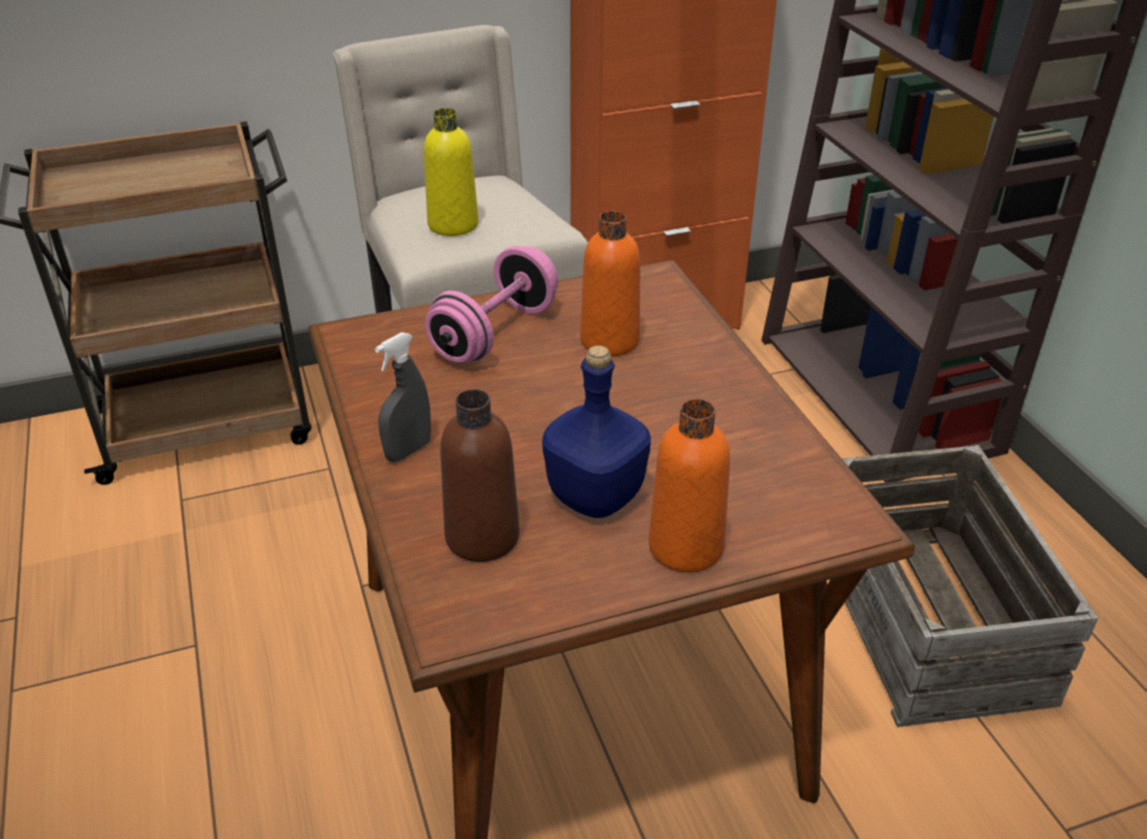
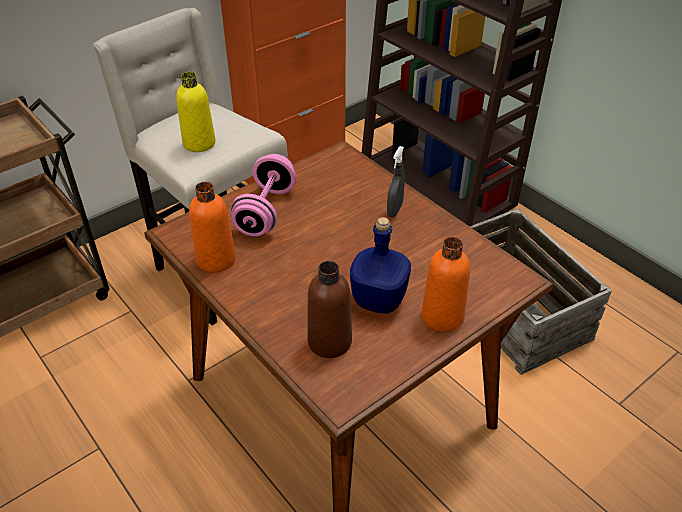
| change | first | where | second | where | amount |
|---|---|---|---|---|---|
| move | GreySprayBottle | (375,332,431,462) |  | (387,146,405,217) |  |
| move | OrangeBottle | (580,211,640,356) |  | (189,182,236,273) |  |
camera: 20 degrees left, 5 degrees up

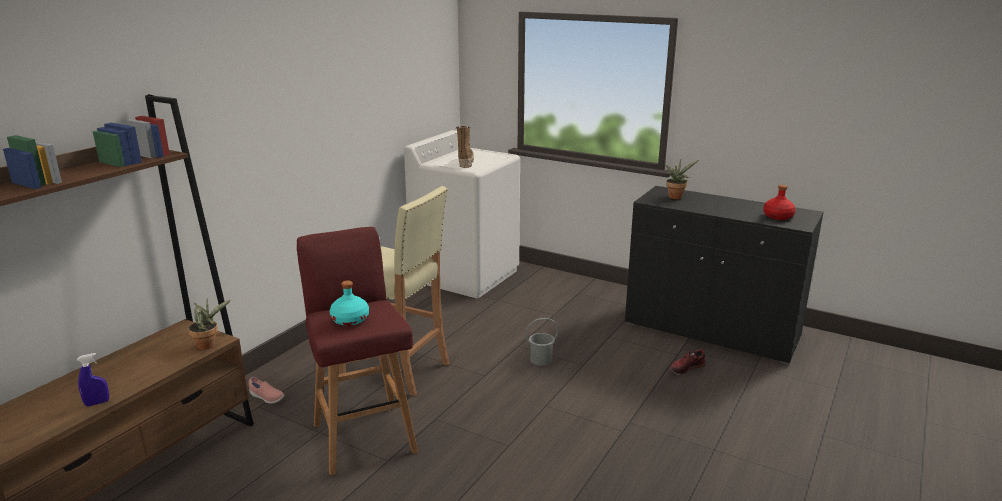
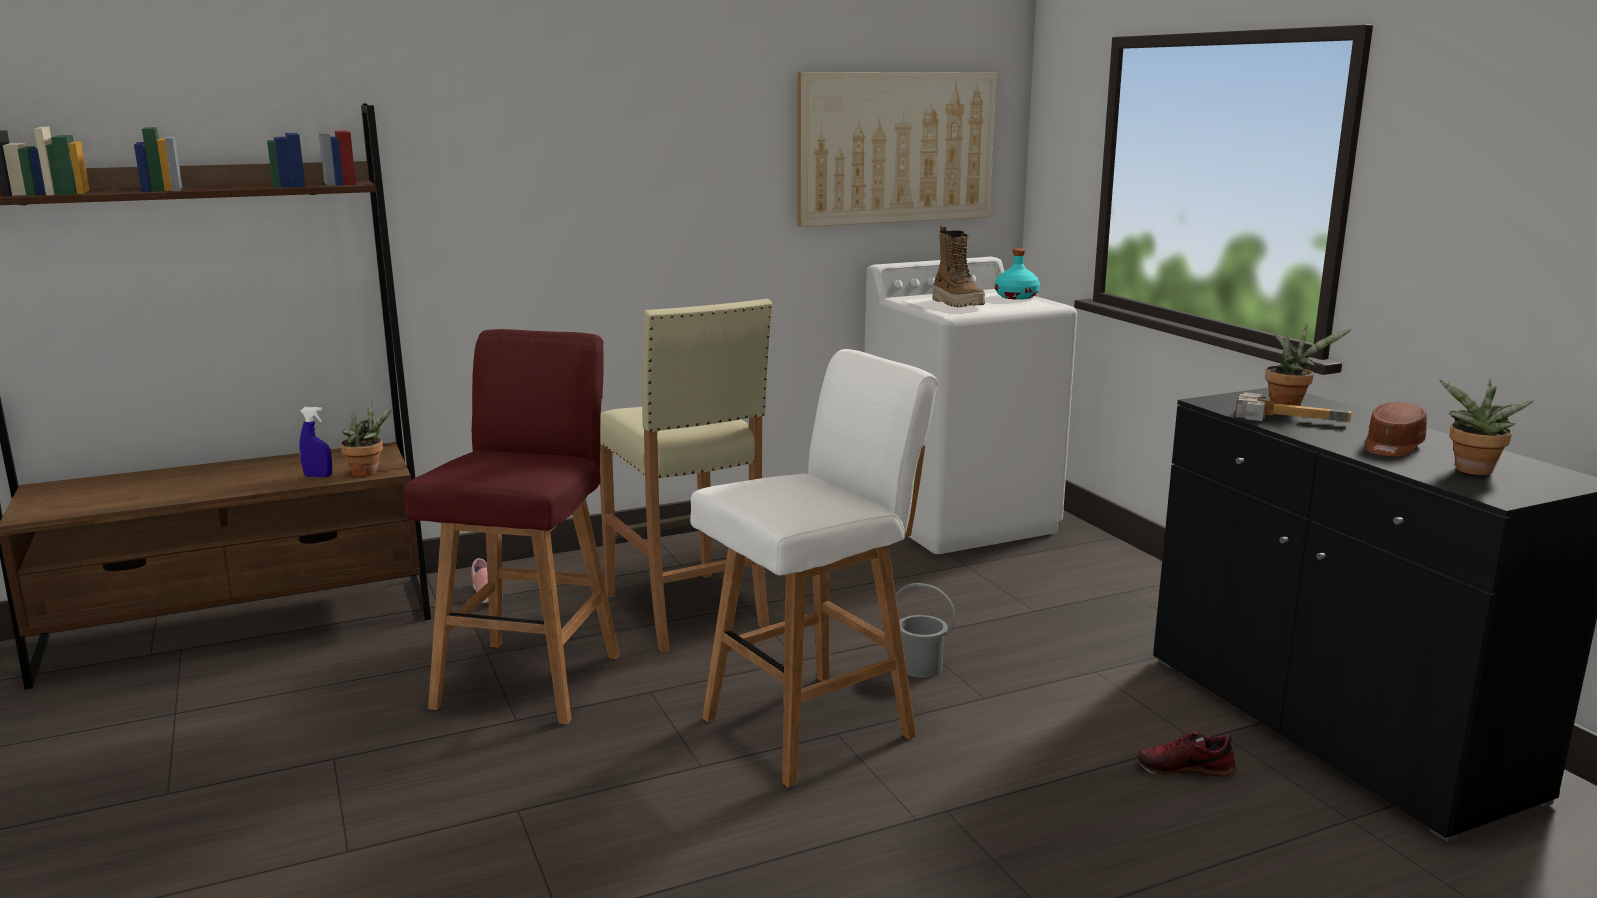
| change | first | where | second | where | amount |
|---|---|---|---|---|---|
| move | BlueSprayBottle | (77,353,109,406) |  | (299,407,332,477) |  |
| move | TurquoiseBottle | (330,280,369,326) |  | (995,248,1040,300) |  |
| rotate | Boot | (456,126,474,168) |  | (932,226,985,307) | 120 degrees clockwise |
| replace | RedBottle | (763,185,796,220) | PottedPlant | (1439,379,1534,475) |  |
| insert |  |  | WhiteStool | (690,349,938,787) |  |
| insert |  |  | Picture | (798,72,997,227) |  |
| insert |  |  | Hammer | (1235,392,1351,422) |  |
| insert |  |  | BrownCap | (1365,402,1427,457) |  |
camera: 35 degrees right, 5 degrees down

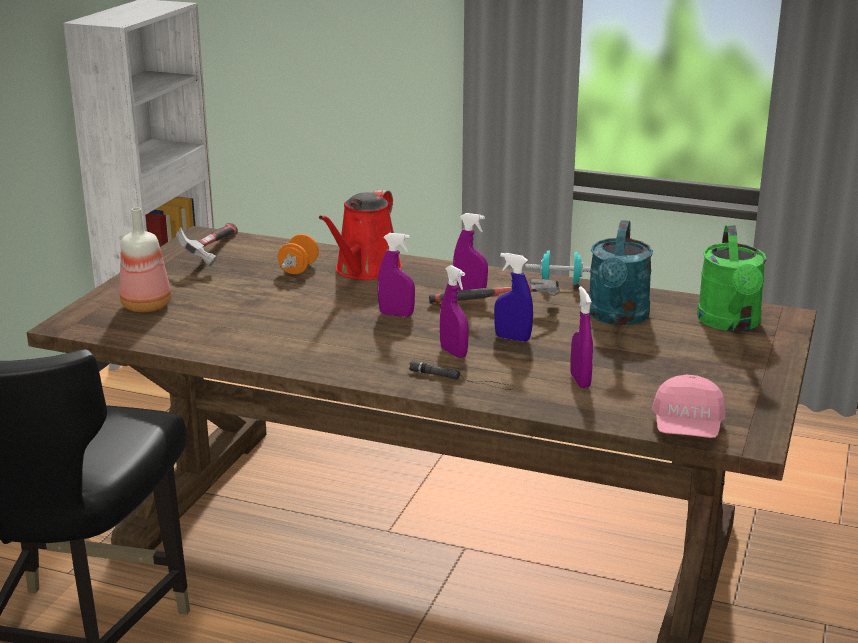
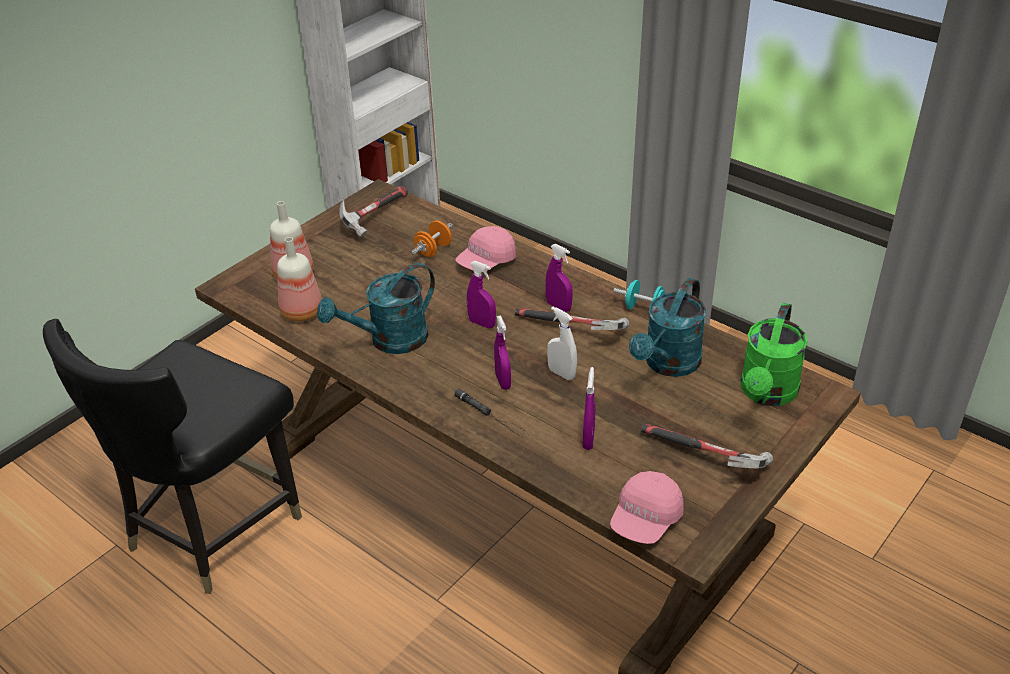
| change | first | where | second | where | amount |
|---|---|---|---|---|---|
| replace | RedWateringCan | (319,190,402,280) | PinkCap | (455,226,516,271) |  |
| recolor | BlueSprayBottle | (494,253,533,342) | WhiteSprayBottle | (547,306,577,380) |  |
| insert |  |  | Bottle | (277,237,322,322) |  |
| insert |  |  | TurquoiseWateringCan | (317,263,435,354) |  |
| insert |  |  | Hammer | (641,423,773,468) |  |
camera: 20 degrees right, 15 degrees up

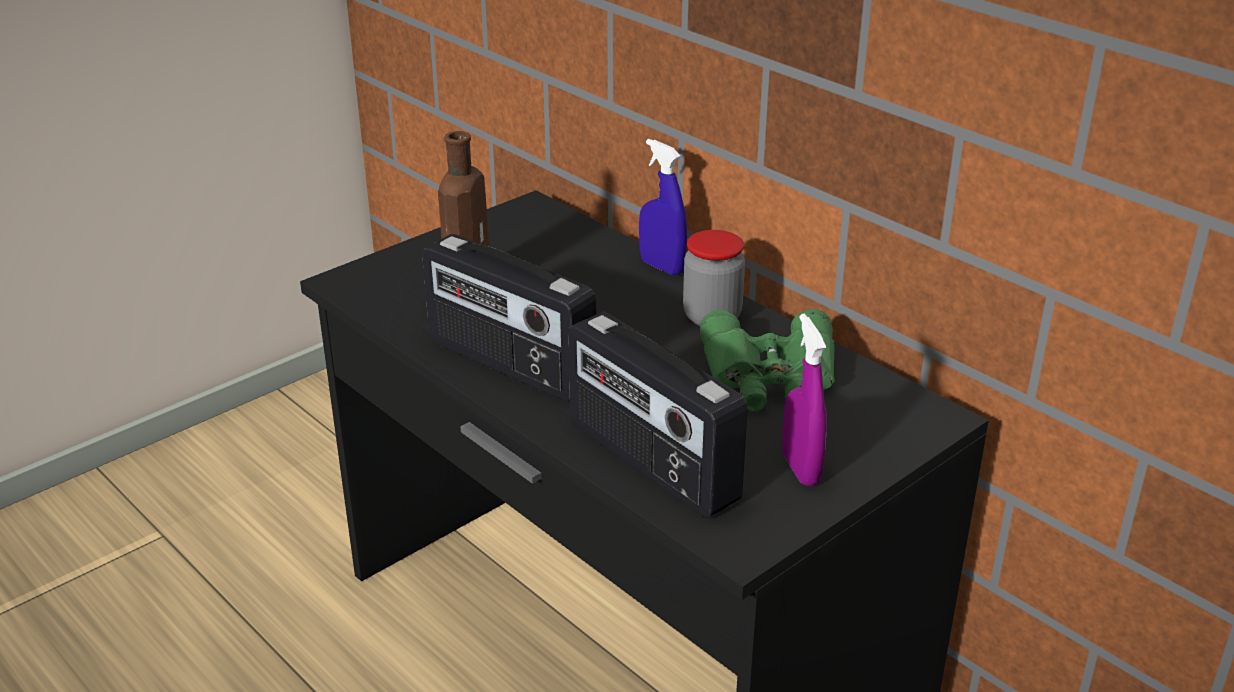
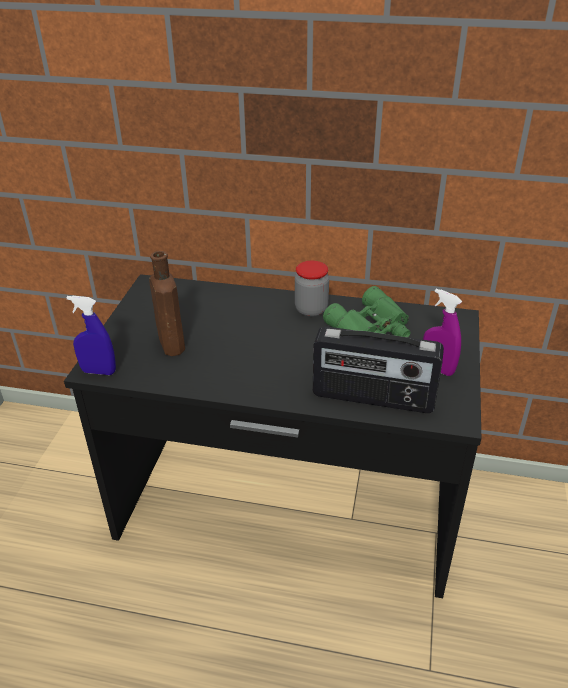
| change | first | where | second | where | amount |
|---|---|---|---|---|---|
| delete | Radio | (422,234,596,402) |  |  |  |
| move | BlueSprayBottle | (639,139,687,276) |  | (67,295,116,375) |  |
camera: 35 degrees left, 5 degrees up

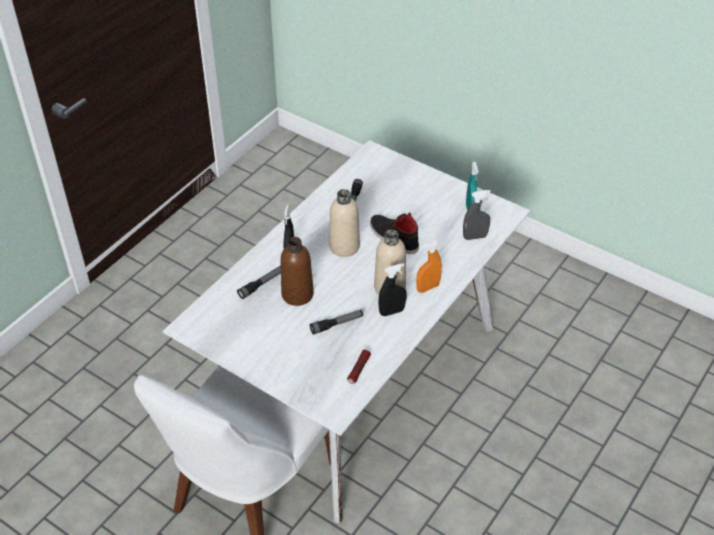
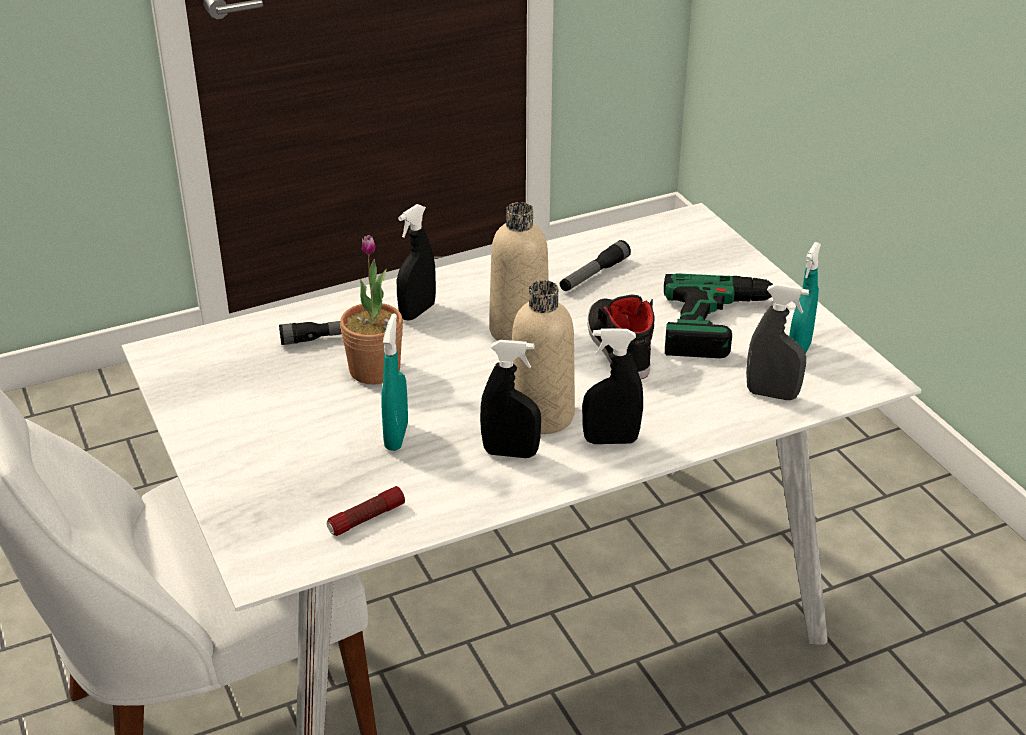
| change | first | where | second | where | amount |
|---|---|---|---|---|---|
| replace | BrownBottle | (280,237,314,306) | PottedPlant | (340,235,403,385) |  |
| replace | Flashlight | (310,310,363,335) | TurquoiseSprayBottle | (382,313,408,451) |  |
| recolor | OrangeSprayBottle | (416,240,442,293) | BlackSprayBottle | (582,329,643,444) |  |
| insert |  |  | PowerDrill | (664,273,773,358) |  |
camera: 30 degrees right, 10 degrees down

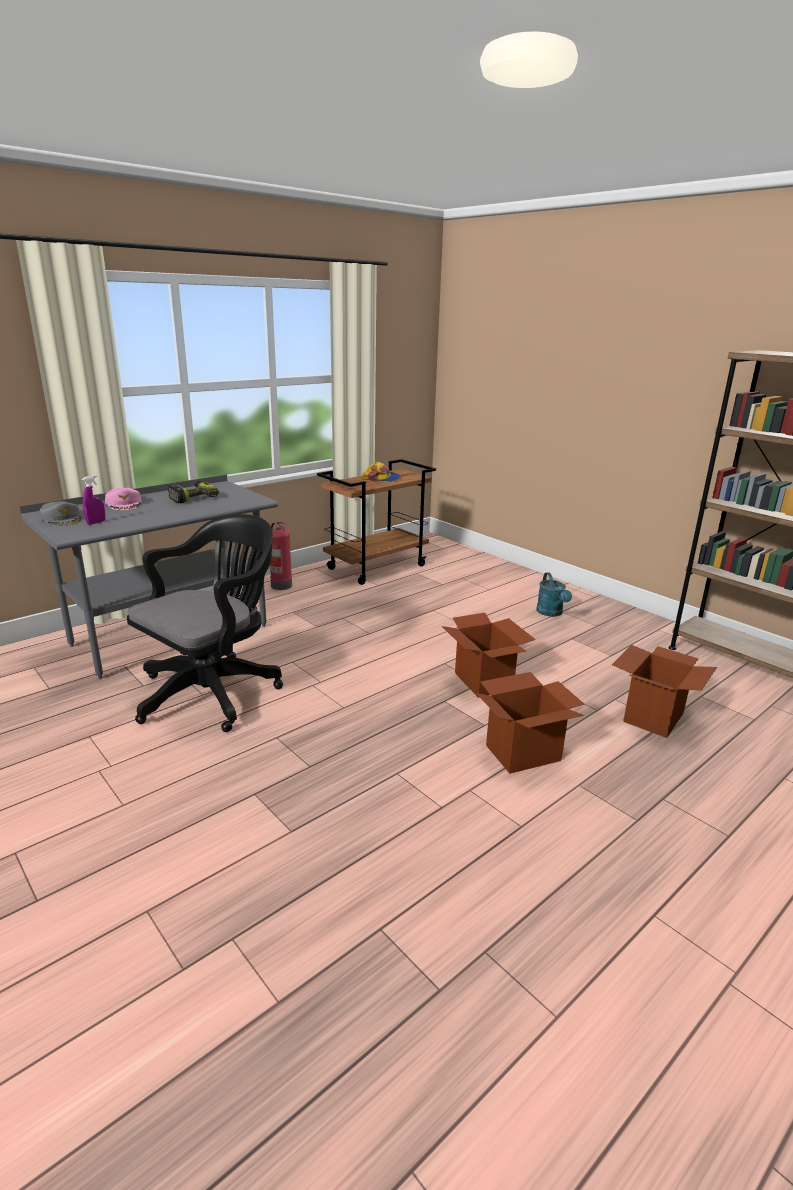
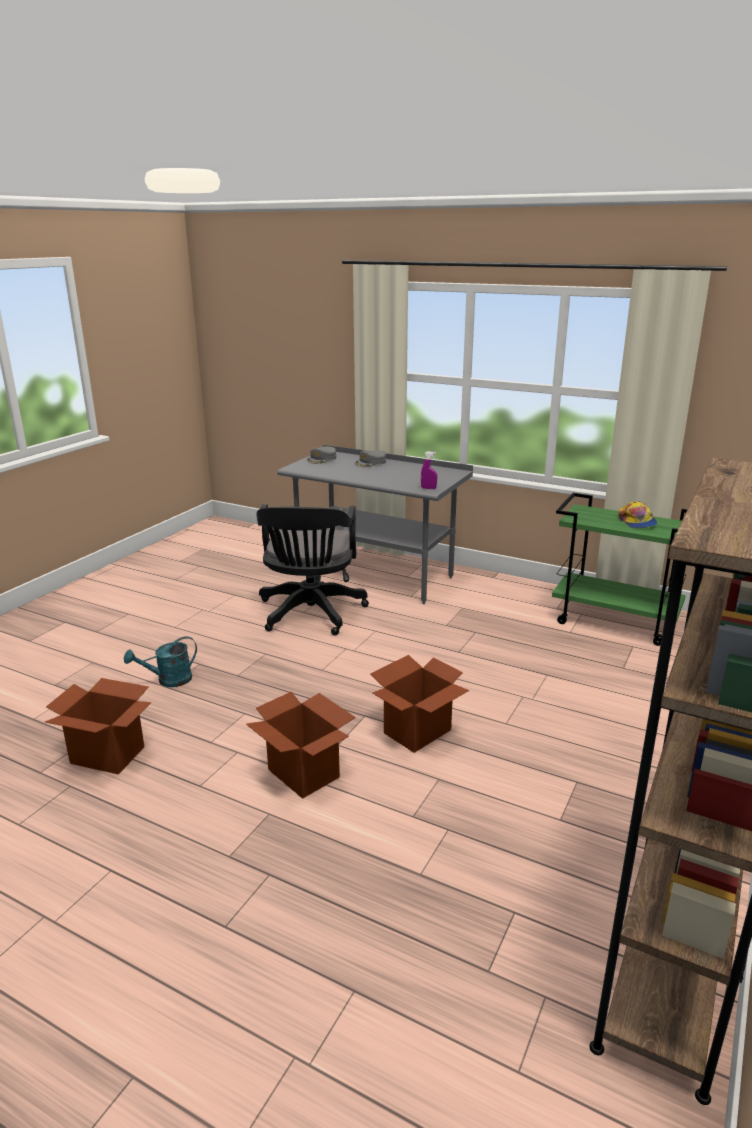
| change | first | where | second | where | amount |
|---|---|---|---|---|---|
| move | PurpleSprayBottle | (82,475,105,525) |  | (421,451,437,489) |  |
| recolor | PinkCap | (105,488,141,510) | GreyCap | (354,450,386,467) |  |
| rotate | BlackOfficeChair | (127,514,283,732) |  | (256,504,369,635) | 75 degrees clockwise |
| delete | PowerDrill | (168,481,219,503) |  |  |  |
| delete | FireExtinguisher | (270,522,292,590) |  |  |  |
| recolor | BrownCart | (317,459,436,585) | GreenCart | (552,493,687,646) |  |
| move | TurquoiseWateringCan | (536,573,572,617) |  | (124,636,197,687) |  |
| move | CardboardBox | (612,645,717,738) |  | (45,678,152,775) |  |
camera: 70 degrees right, 0 degrees up

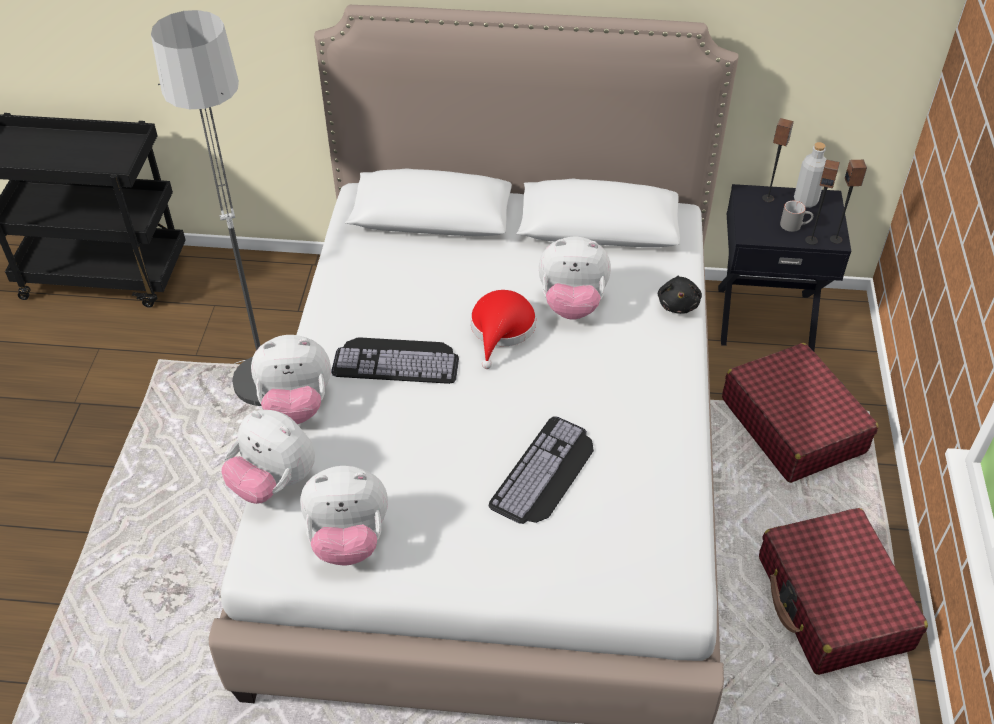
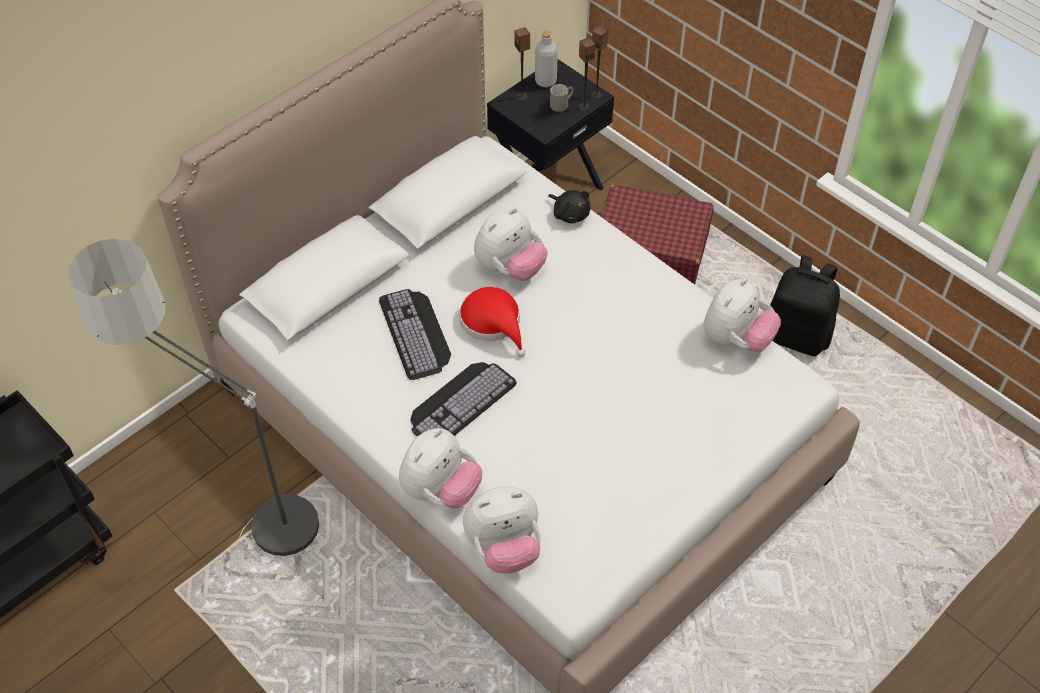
| change | first | where | second | where | amount |
|---|---|---|---|---|---|
| move | PlushToy | (300,466,388,565) |  | (703,278,781,352) |  |
| move | Keyboard | (489,416,594,524) |  | (379,289,451,380) |  |
| replace | RedSuitcase | (759,508,928,675) | BlackBackpack | (770,255,840,356) |  |
camera: 50 degrees left, 5 degrees up

